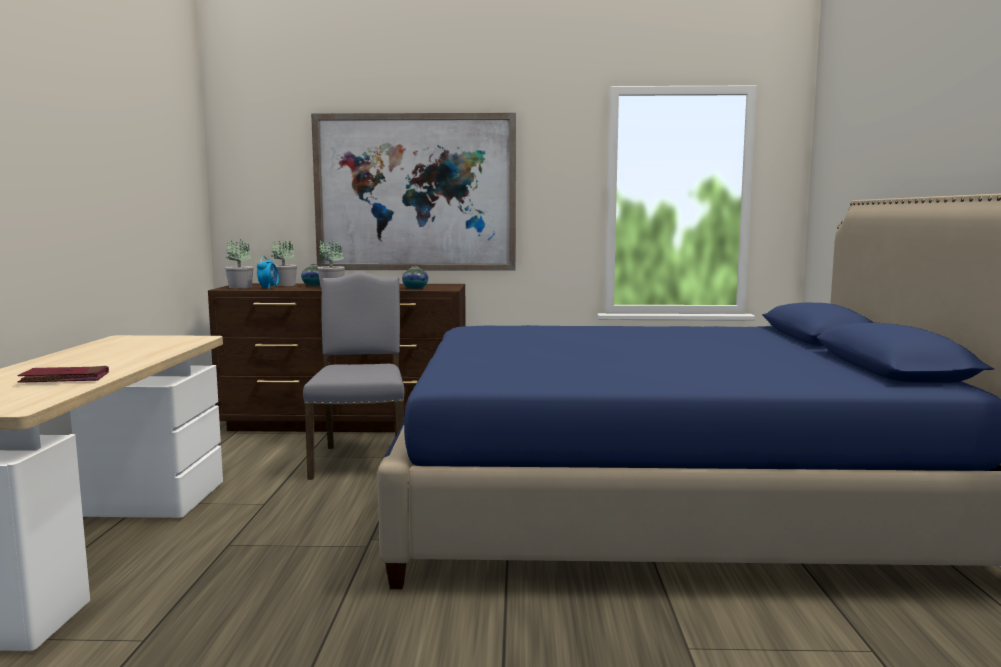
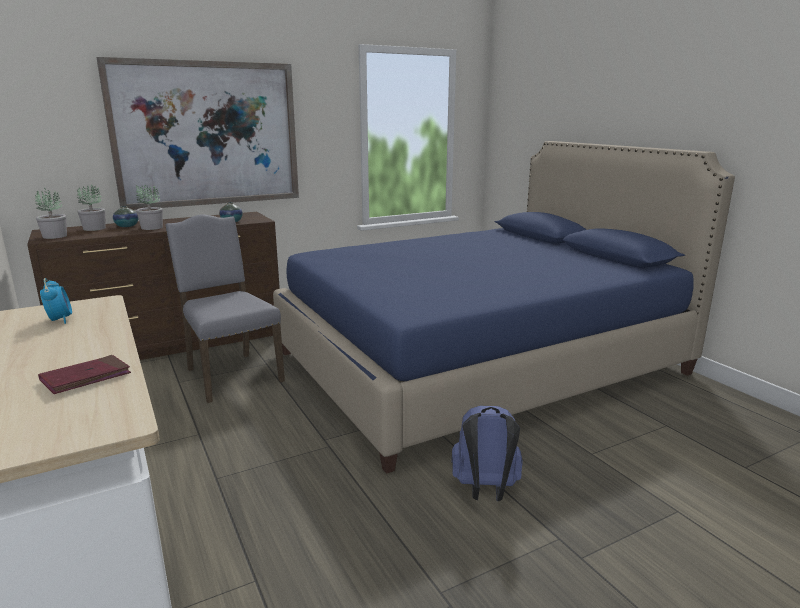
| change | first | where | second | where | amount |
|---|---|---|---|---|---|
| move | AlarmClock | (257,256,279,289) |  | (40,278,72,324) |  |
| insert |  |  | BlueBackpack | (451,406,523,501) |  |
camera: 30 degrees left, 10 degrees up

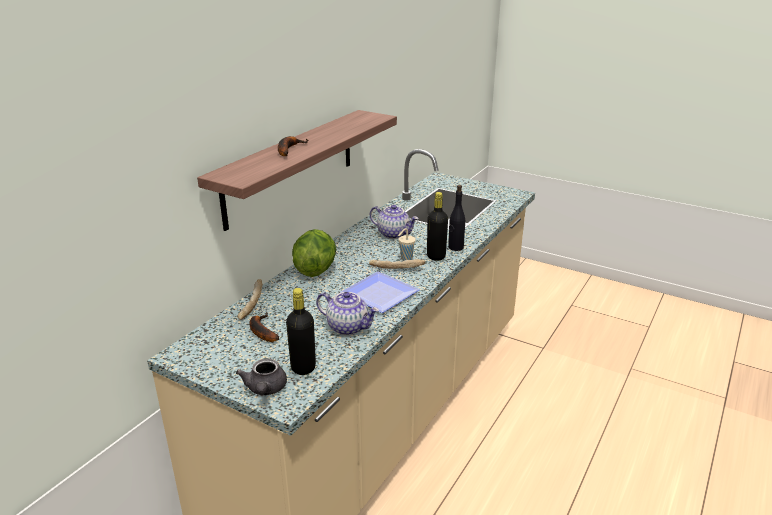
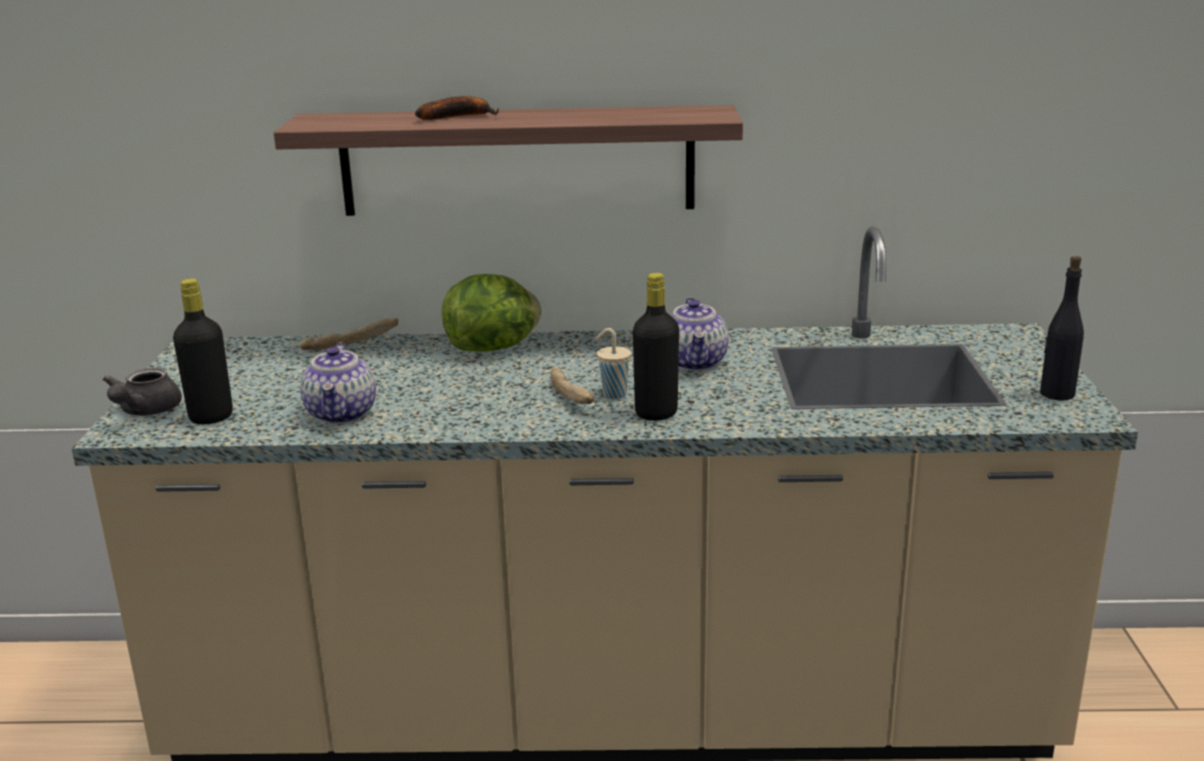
| change | first | where | second | where | amount |
|---|---|---|---|---|---|
| rotate | GreyTeapot | (236,359,287,395) |  | (102,368,182,416) | 45 degrees counterclockwise |
| delete | Banana | (249,312,279,342) |  |  |  |
| delete | Plate | (340,272,420,313) |  |  |  |
| move | BlackBottle | (448,185,465,251) |  | (1040,256,1084,401) |  |
camera: 60 degrees right, 5 degrees down

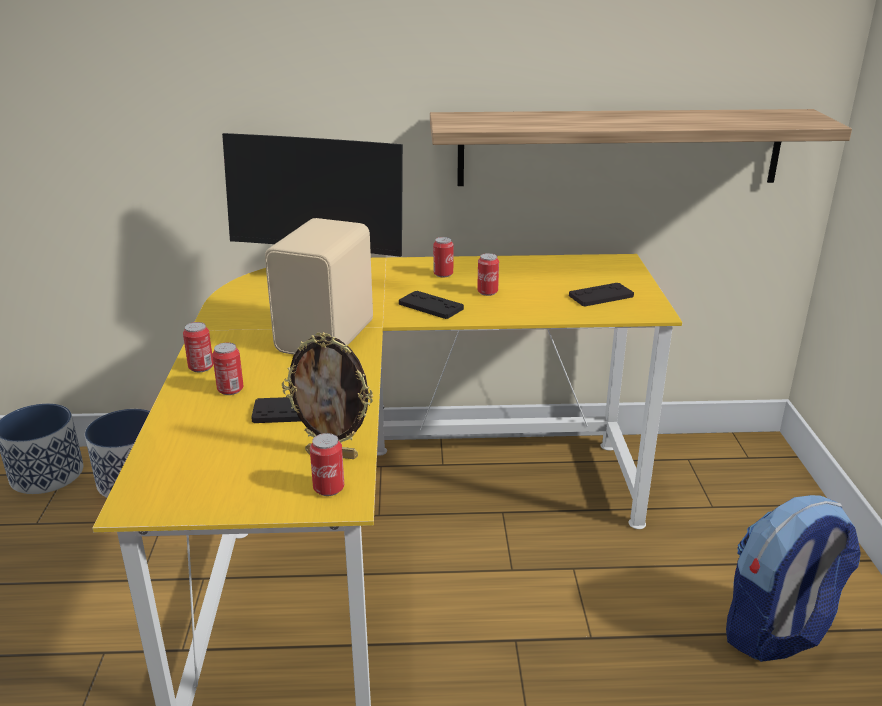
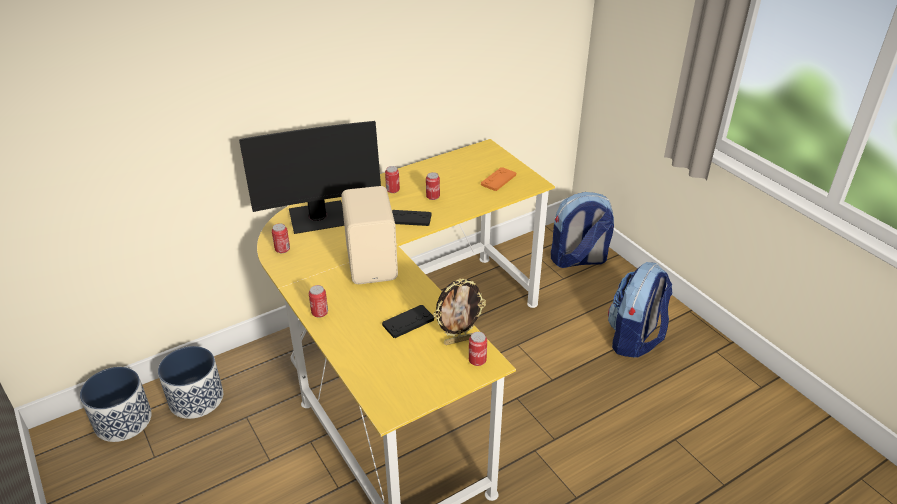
| change | first | where | second | where | amount |
|---|---|---|---|---|---|
| move | Can | (212,342,243,395) |  | (272,223,290,253) |  |
| delete | Shelf | (430,109,852,186) |  |  |  |
| recolor | BlackGameController | (569,283,634,306) | OrangeGameController | (481,167,516,191) |  |
| insert |  |  | Backpack | (551,192,614,268) |  |
camera: 30 degrees left, 10 degrees up

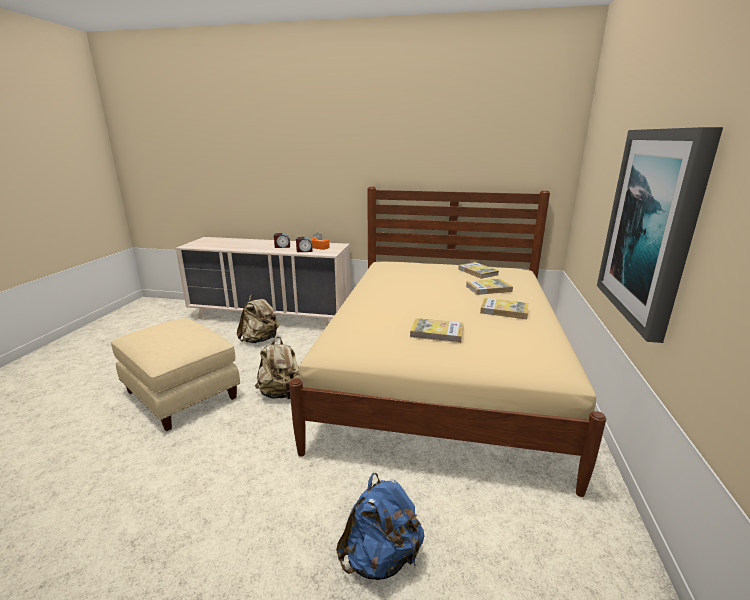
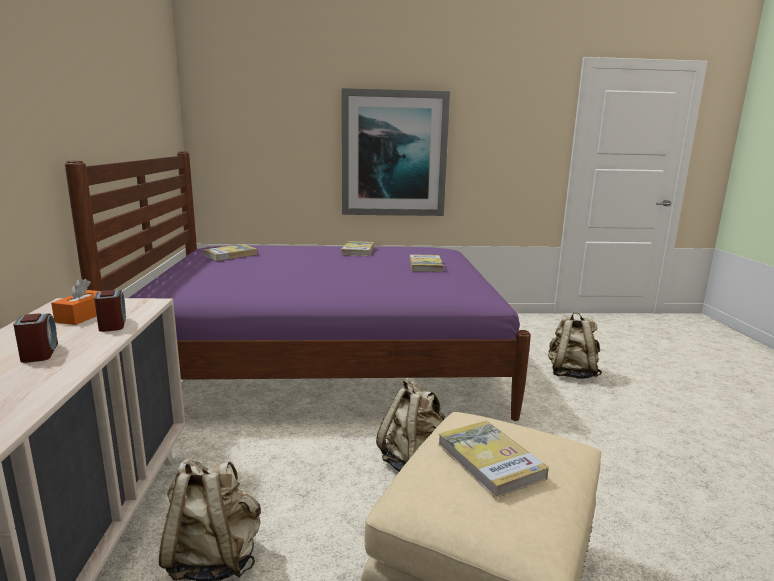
| change | first | where | second | where | amount |
|---|---|---|---|---|---|
| recolor | BeigeBed | (289,186,606,497) | PurpleBed | (65,151,531,421) |  |
| recolor | BlueBackpack | (336,473,424,580) | BeigeBackpack | (548,312,602,379) |  |
| move | Book | (466,279,513,295) |  | (438,421,549,498) |  |
camera: 105 degrees left, 5 degrees down

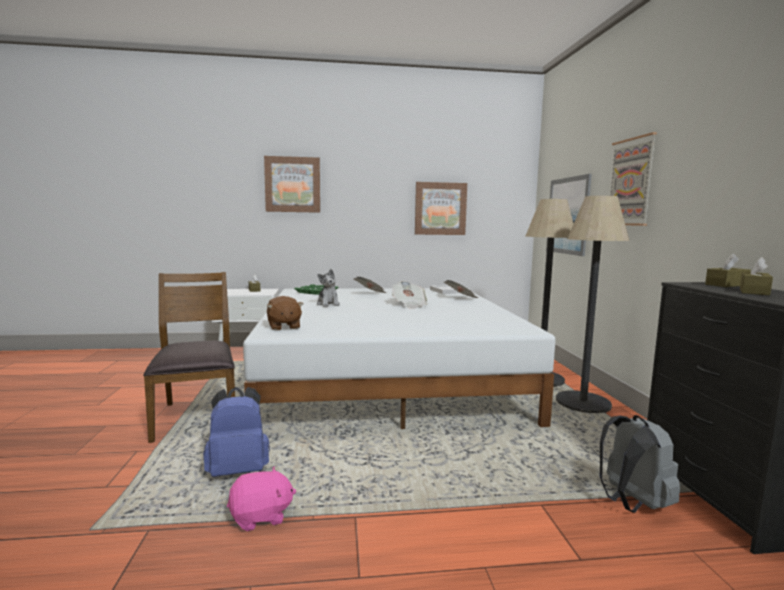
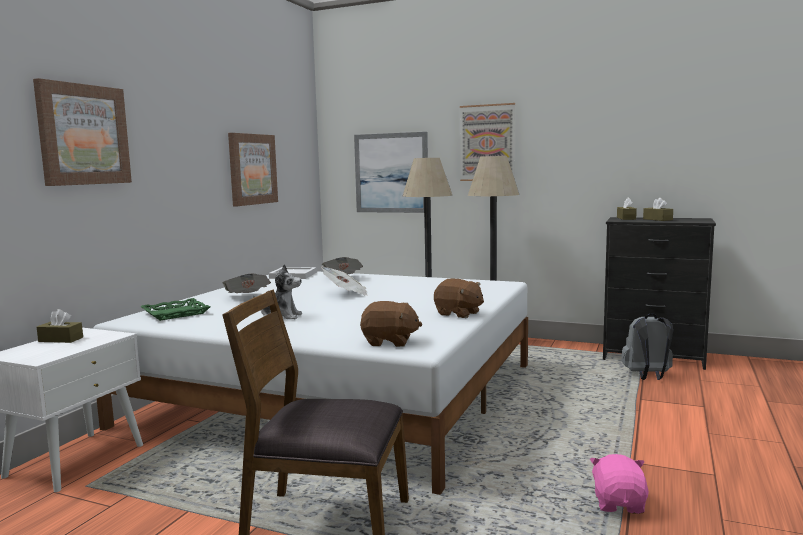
| change | first | where | second | where | amount |
|---|---|---|---|---|---|
| delete | BlueBackpack | (203,387,270,477) |  |  |  |
| insert |  |  | BrownPlushToy | (434,279,484,318) |  |
camera: 60 degrees left, 0 degrees up

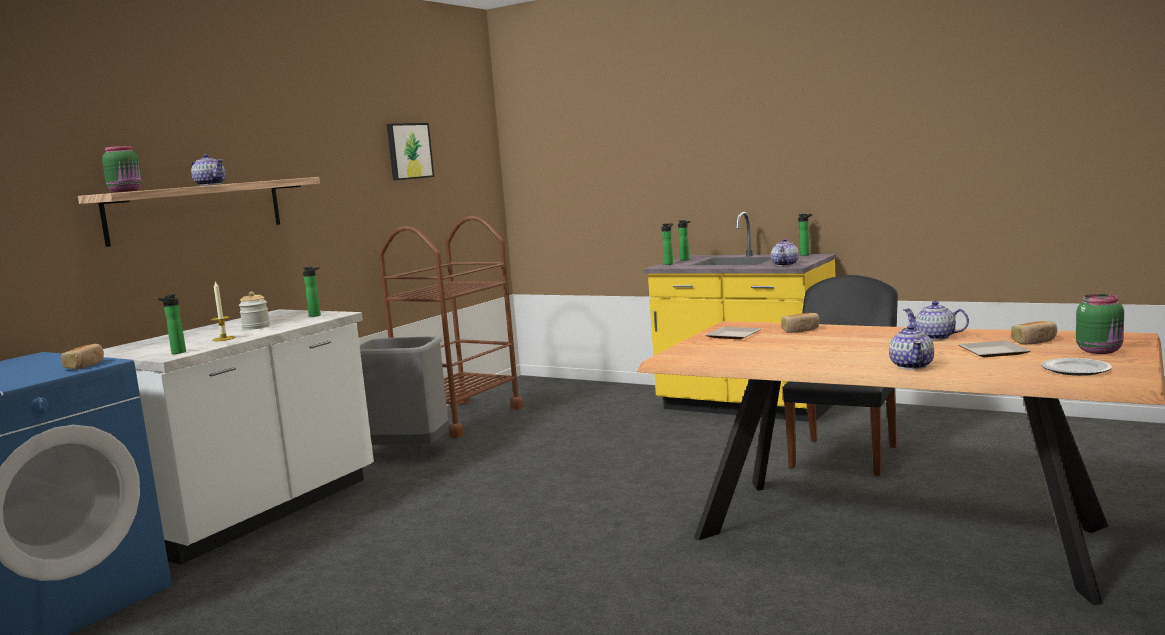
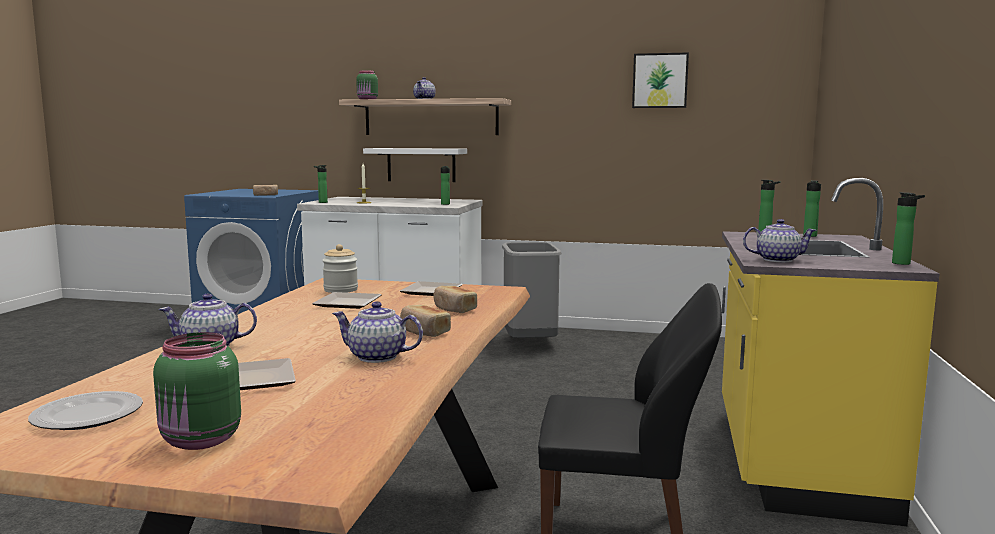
| change | first | where | second | where | amount |
|---|---|---|---|---|---|
| move | Jar | (239,291,270,330) |  | (322,244,358,293) |  |
| delete | BrownCart | (379,216,524,438) |  |  |  |
| rotate | Teapot | (903,301,969,340) |  | (332,302,423,363) | 90 degrees counterclockwise |
| move | Bread | (1011,321,1057,345) |  | (400,305,451,337) |  |
| insert |  |  | Plate | (312,292,382,309) |  |
| insert |  |  | WhiteShelf | (363,148,467,182) |  |
camera: 70 degrees right, 0 degrees up

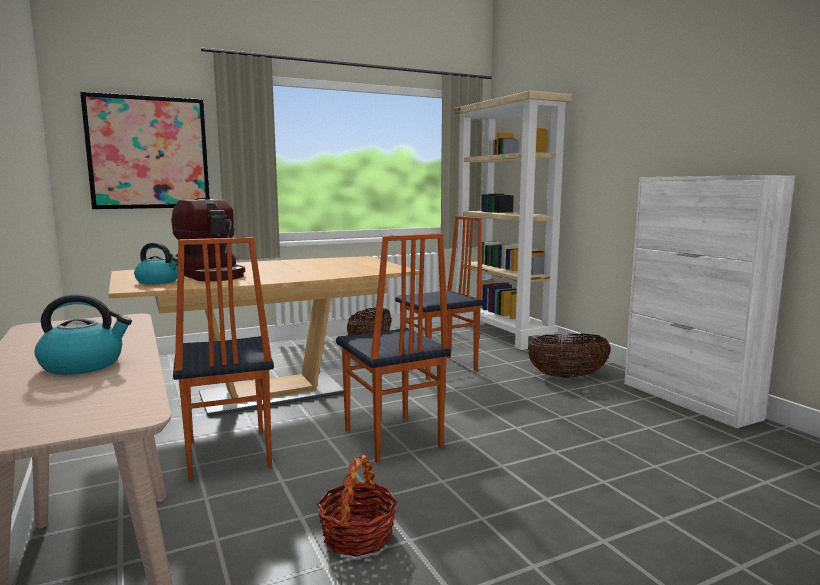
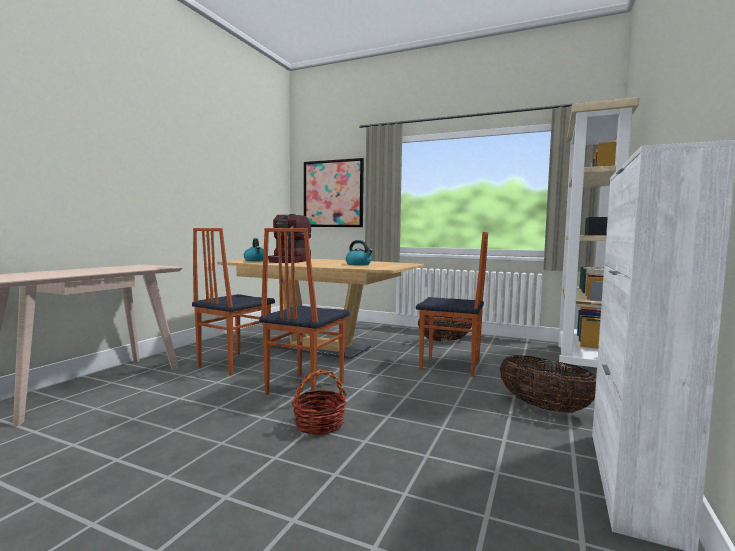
| change | first | where | second | where | amount |
|---|---|---|---|---|---|
| move | Kettle | (35,294,132,375) |  | (346,240,373,266) |  |
| move | Basket | (317,455,398,557) |  | (292,369,347,435) |  |
camera: 50 degrees right, 5 degrees down

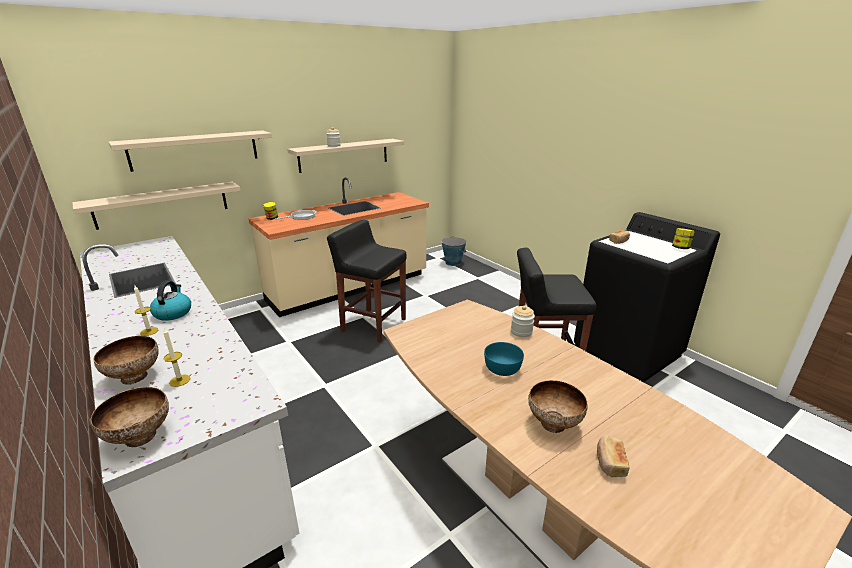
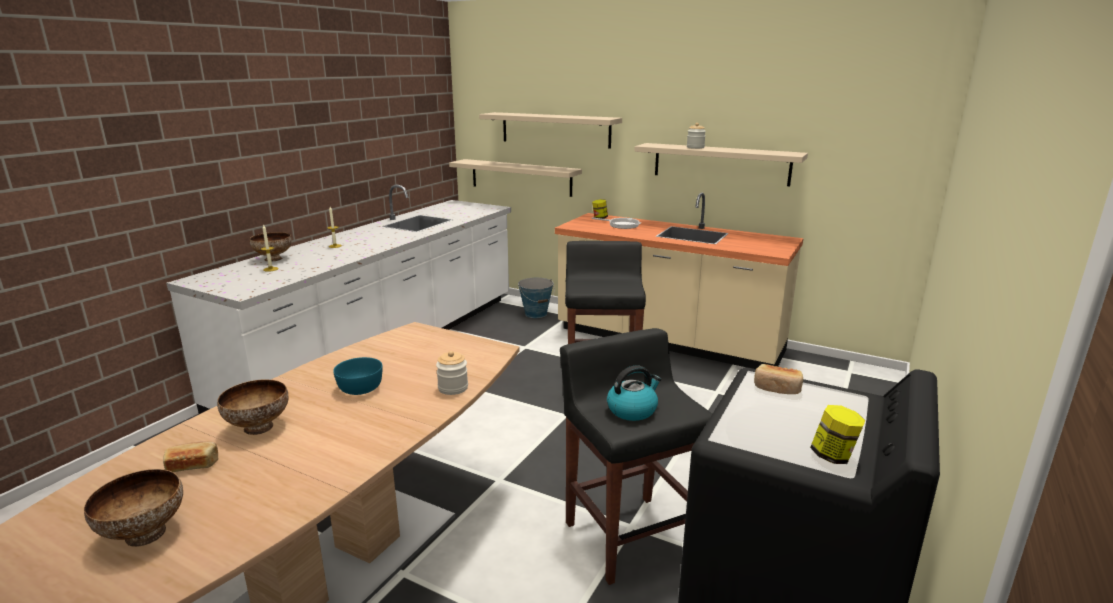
| change | first | where | second | where | amount |
|---|---|---|---|---|---|
| move | Bowl | (91,387,169,447) |  | (84,469,183,547) |  |
| move | Kettle | (150,281,191,321) |  | (607,365,661,421) |  |
| move | Bucket | (441,236,466,266) |  | (518,278,555,318) |  |
camera: 65 degrees right, 5 degrees down

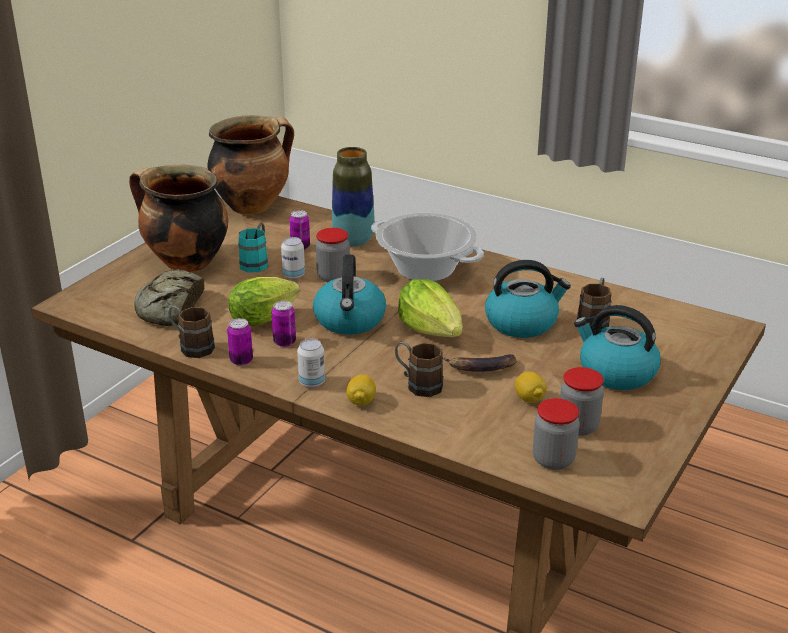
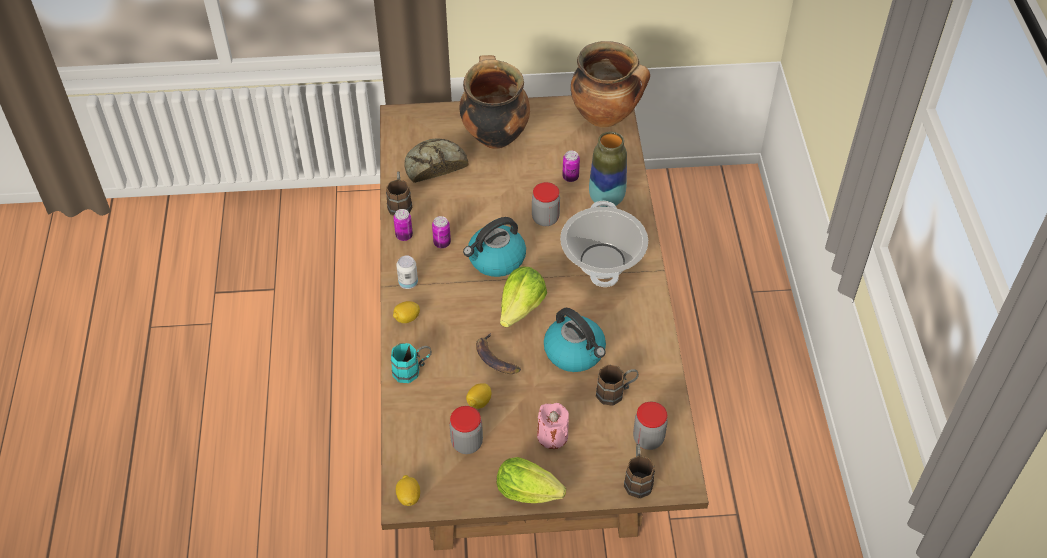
| change | first | where | second | where | amount |
|---|---|---|---|---|---|
| move | Lettuce | (228,277,300,326) |  | (497,457,566,503) |  |
| move | TurquoiseMug | (238,223,268,273) |  | (391,343,432,383) |  |
| delete | Can | (281,237,305,279) |  |  |  |
| move | BrownMug | (395,342,443,397) |  | (624,444,655,499) |  |
| move | Jar | (533,398,579,470) |  | (633,402,668,450) |  |
| replace | Kettle | (574,305,661,390) | PinkCandle | (537,403,569,449) |  |
| insert |  |  | Lemon | (396,475,420,506) |  |
camera: 55 degrees right, 20 degrees up

